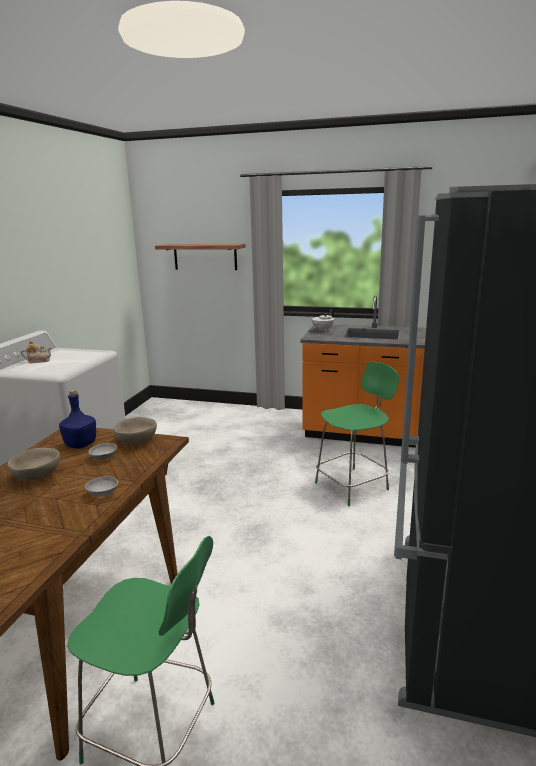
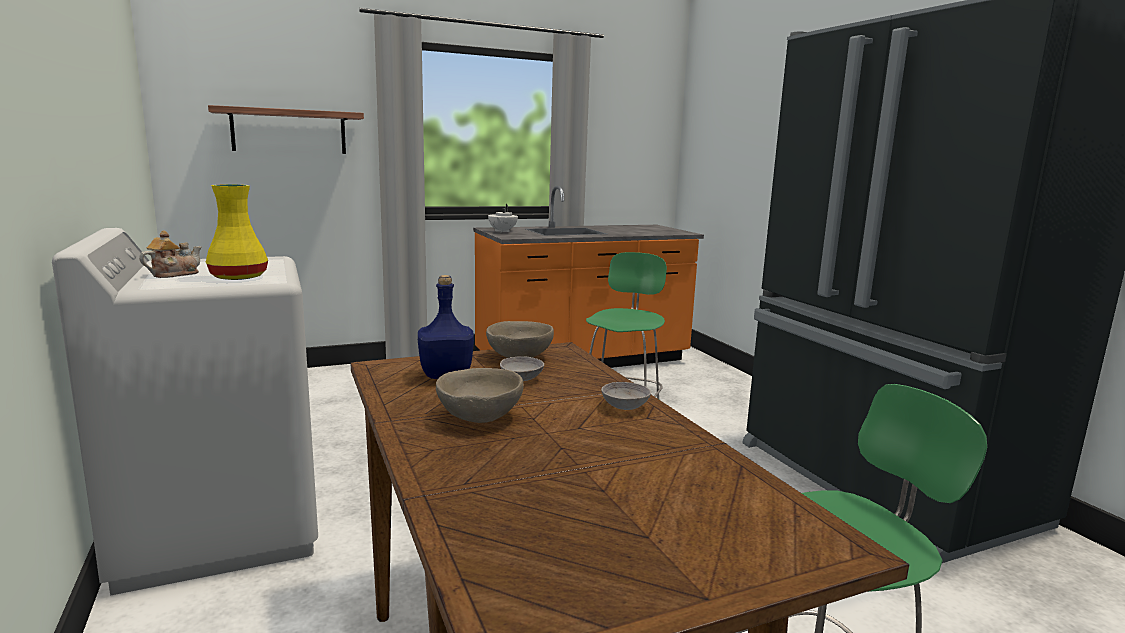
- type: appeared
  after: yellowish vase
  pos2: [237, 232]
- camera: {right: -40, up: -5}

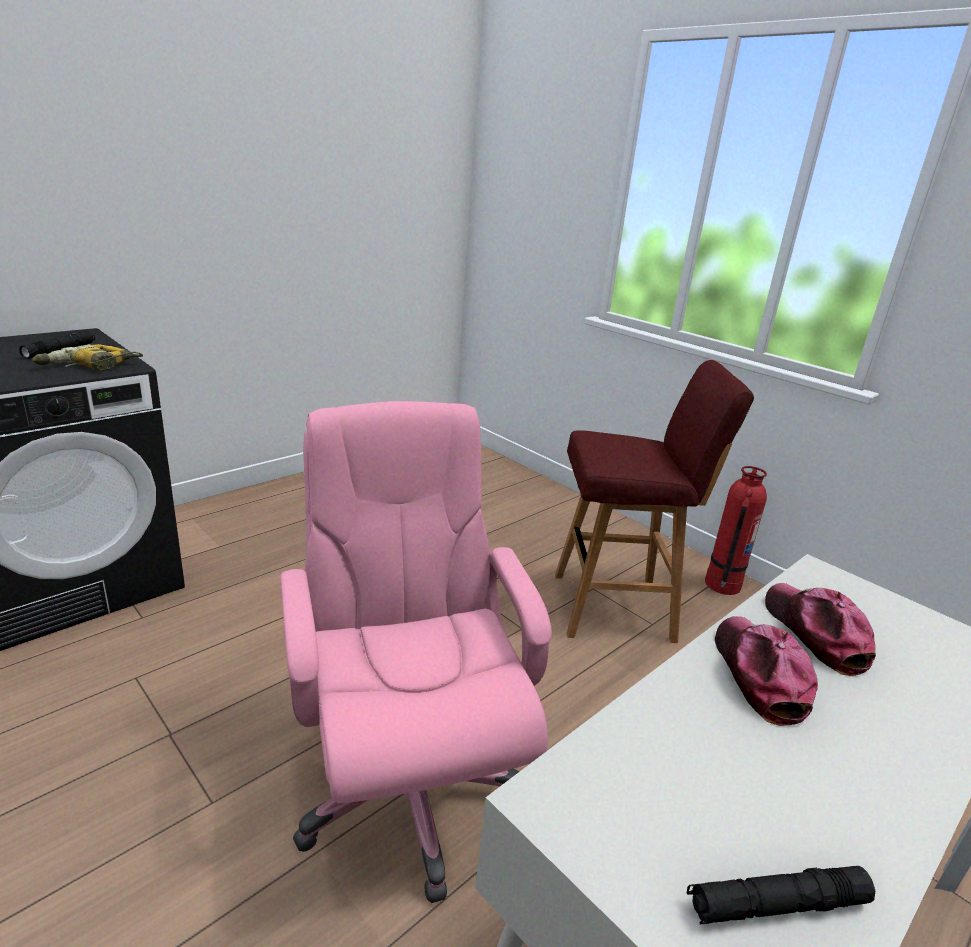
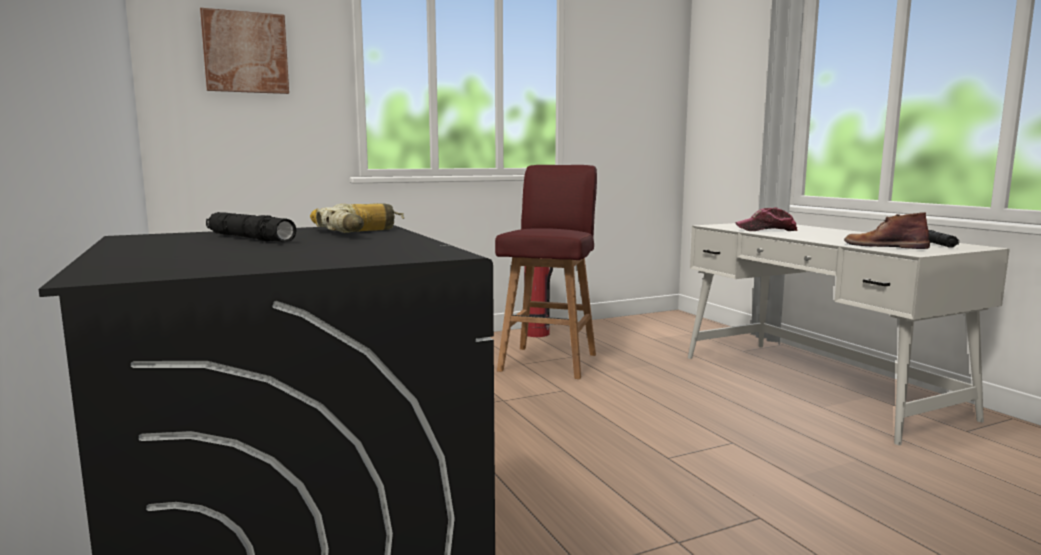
- type: missing
  before: pinkish desk chair
  pos1: [416, 652]
- type: missing
  before: baseball cap
  pos1: [766, 671]
- type: appeared
  after: wall picture
  pos2: [244, 51]
- type: appeared
  after: brownish tall boot
  pos2: [887, 230]
- camera: {right: -70, up: -15}

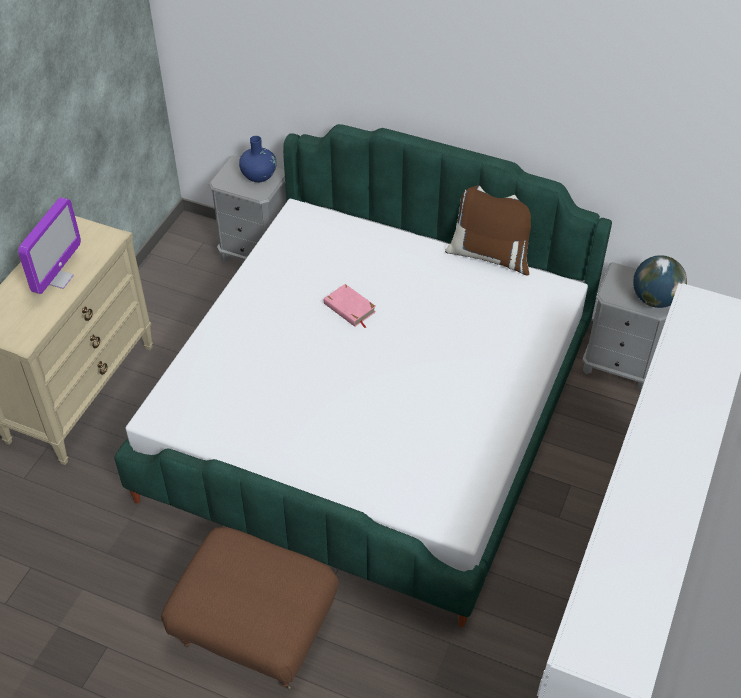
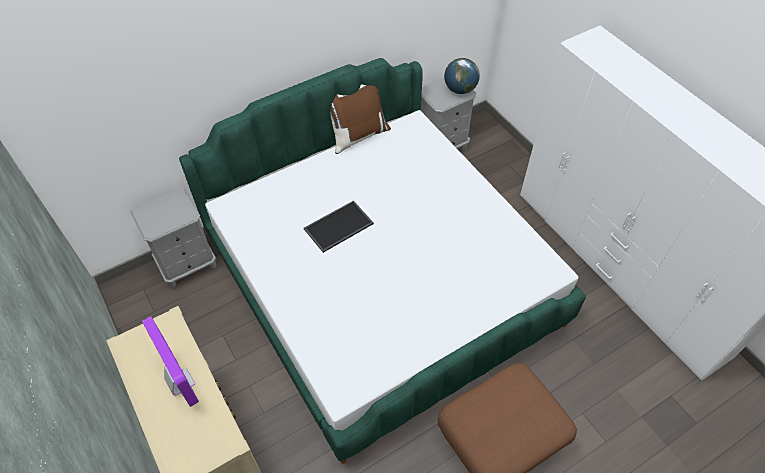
- type: missing
  before: blue vase
  pos1: [258, 159]
- type: exchanged
  before: pinkish volume
  after: serving tray
  pos1: [350, 306]
  pos2: [339, 226]
- camera: {right: -55, up: 5}

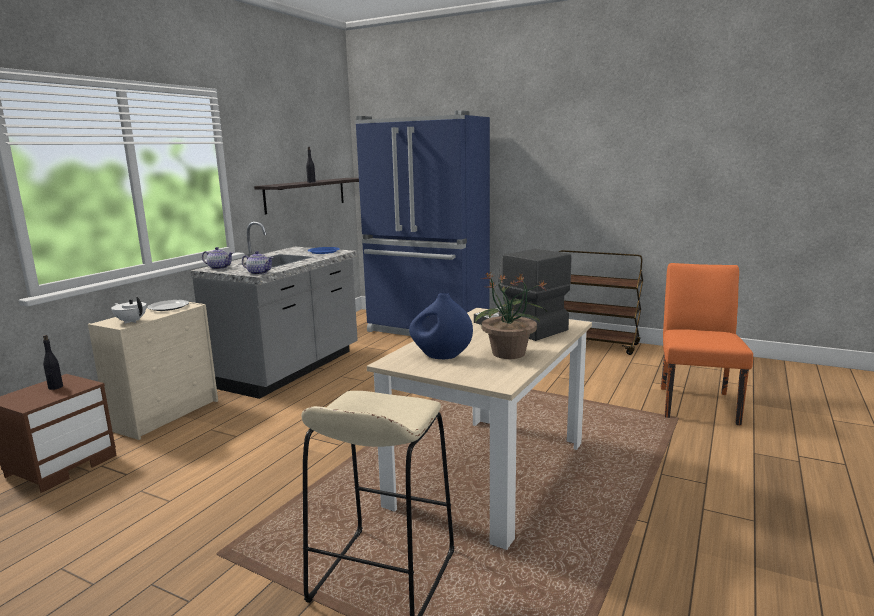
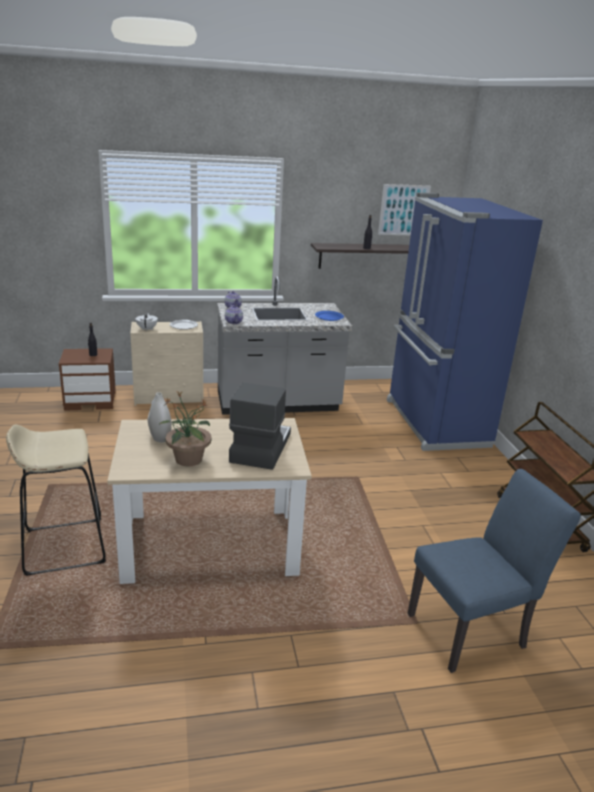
- type: colour
  before: orange-coloured chair
  after: blue chair
  pos1: [707, 344]
  pos2: [494, 571]
- type: colour
  before: blue vase
  after: white-coloured vase
  pos1: [441, 326]
  pos2: [160, 417]
- type: appeared
  after: wall picture
  pos2: [404, 209]
- camera: {right: 50, up: 10}

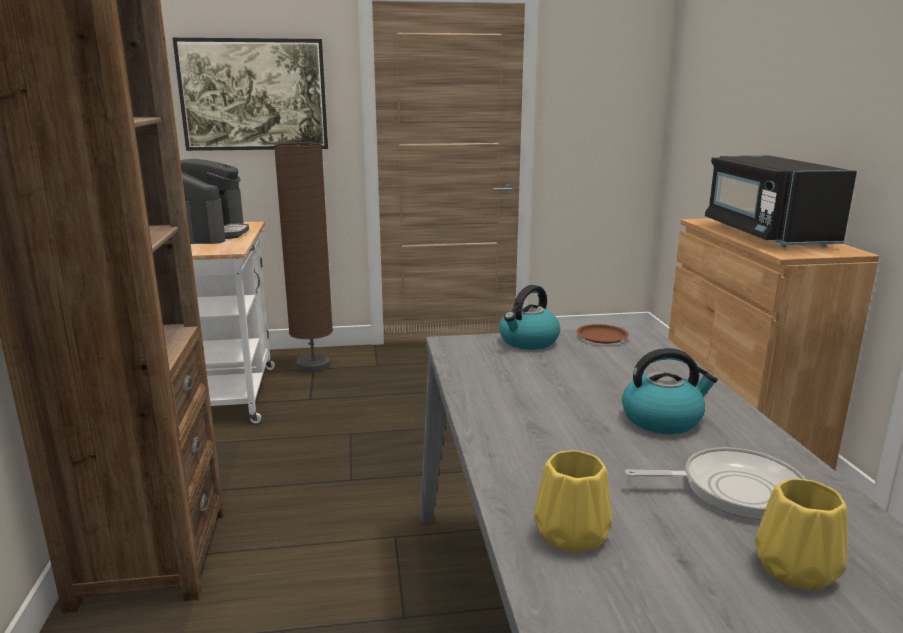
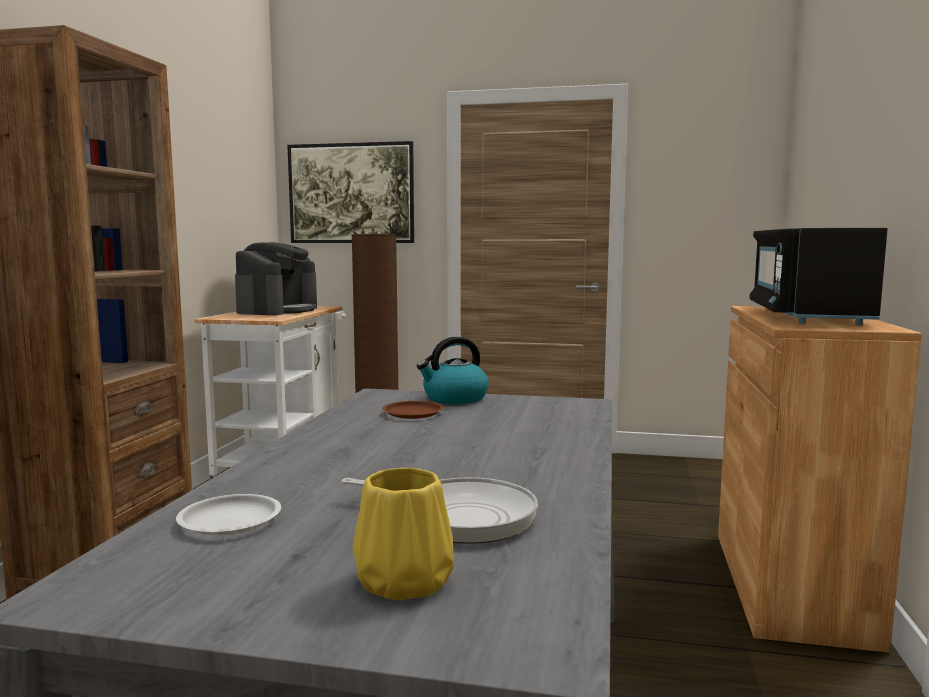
- type: relocated
  before: brownish dinner plate
  pos1: [602, 334]
  pos2: [413, 410]
- type: missing
  before: kettle
  pos1: [670, 391]
- type: exchanged
  before: yellowish vase
  after: white-coloured dinner plate
  pos1: [573, 501]
  pos2: [228, 514]
- camera: {right: 20, up: -10}

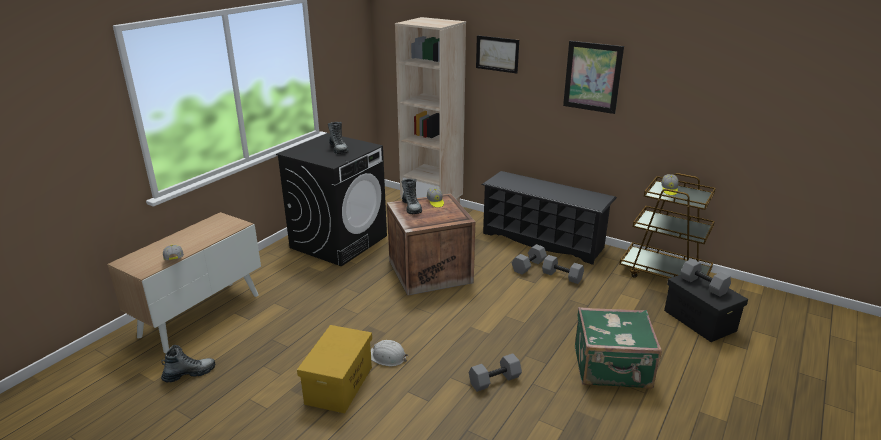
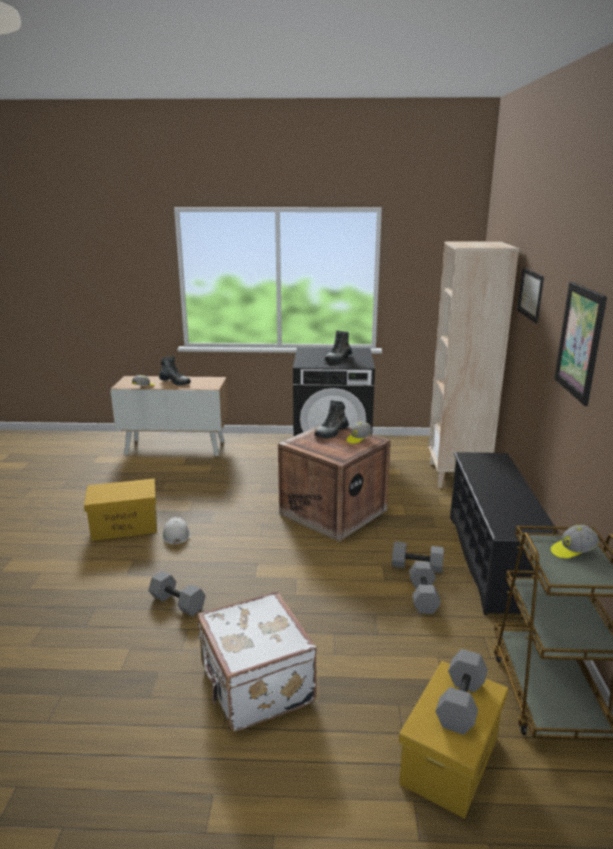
- type: colour
  before: black storage box
  after: yellowish storage box
  pos1: [706, 307]
  pos2: [453, 740]
- type: colour
  before: green-coloured piece of luggage
  after: white-coloured piece of luggage
  pos1: [618, 348]
  pos2: [257, 661]
- type: relocated
  before: tall boot
  pos1: [188, 363]
  pos2: [175, 371]
- camera: {right: 60, up: -5}

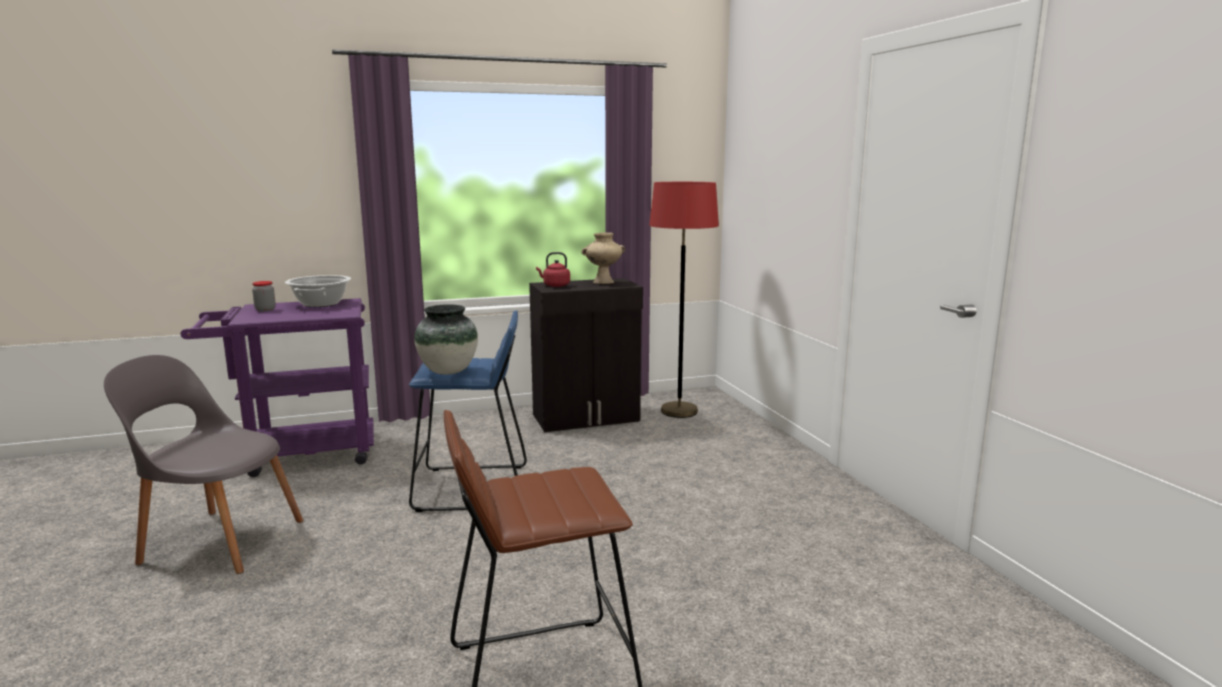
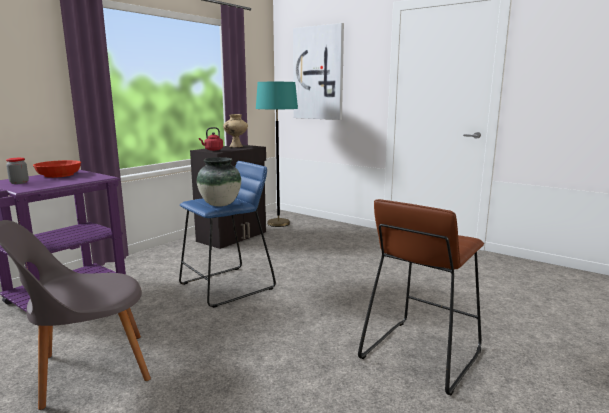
- type: colour
  before: red-coloured standard lamp
  after: turquoise standard lamp
  pos1: [684, 300]
  pos2: [277, 154]
- type: exchanged
  before: cooking pot
  after: red-coloured bowl
  pos1: [318, 291]
  pos2: [57, 169]
- type: appeared
  after: wall picture
  pos2: [318, 71]
- camera: {right: -35, up: 0}

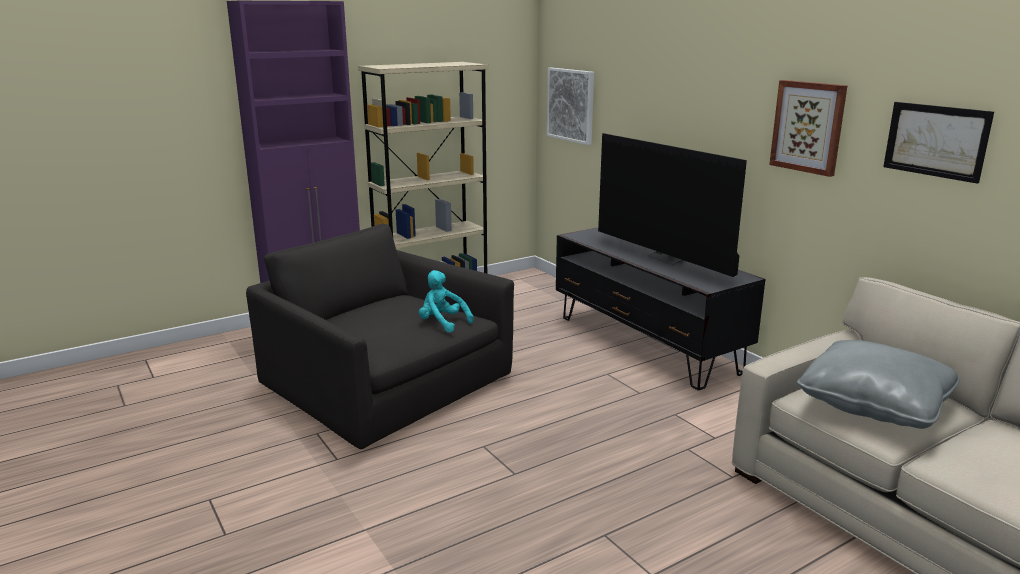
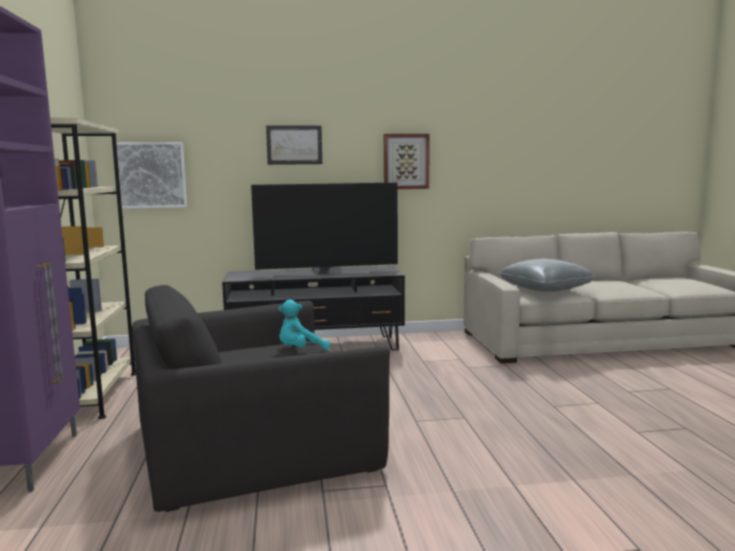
- type: relocated
  before: wall picture
  pos1: [938, 143]
  pos2: [294, 145]
- camera: {right: -65, up: -10}

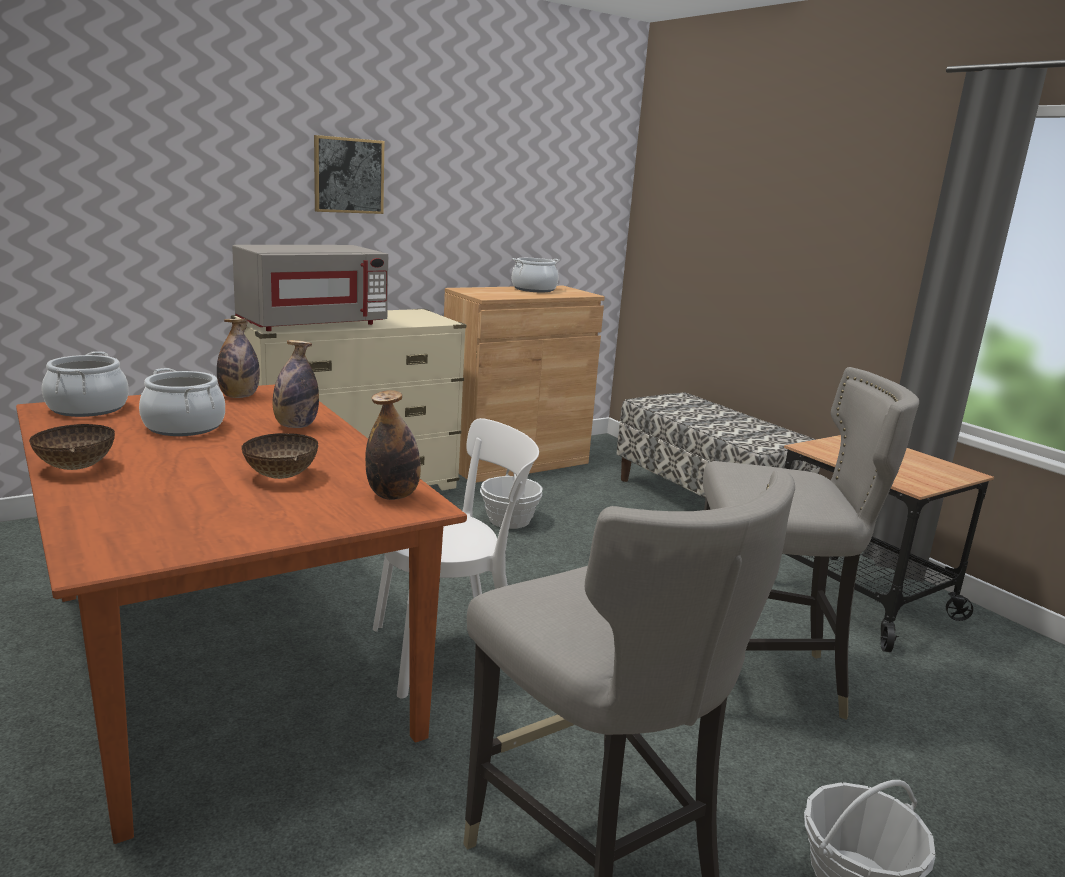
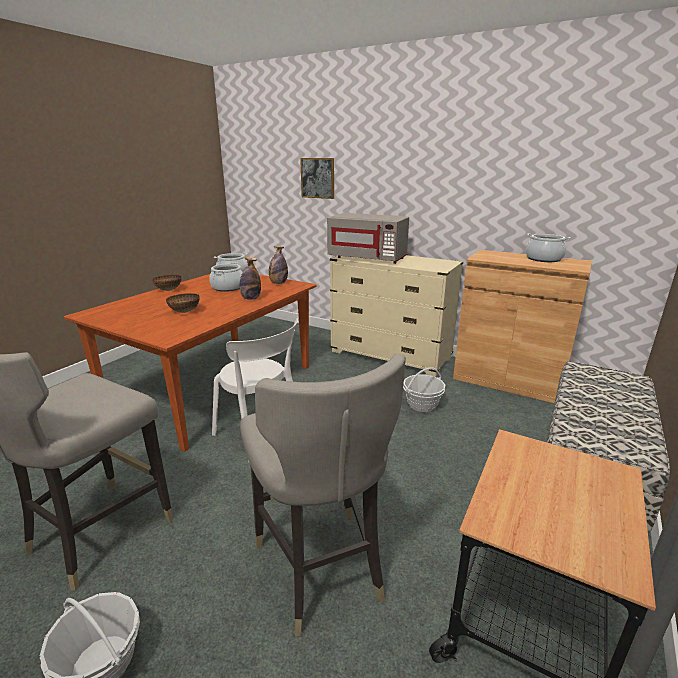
- type: relocated
  before: wall picture
  pos1: [349, 174]
  pos2: [317, 178]
- type: missing
  before: bottle
  pos1: [393, 445]
- camera: {right: 65, up: 5}

